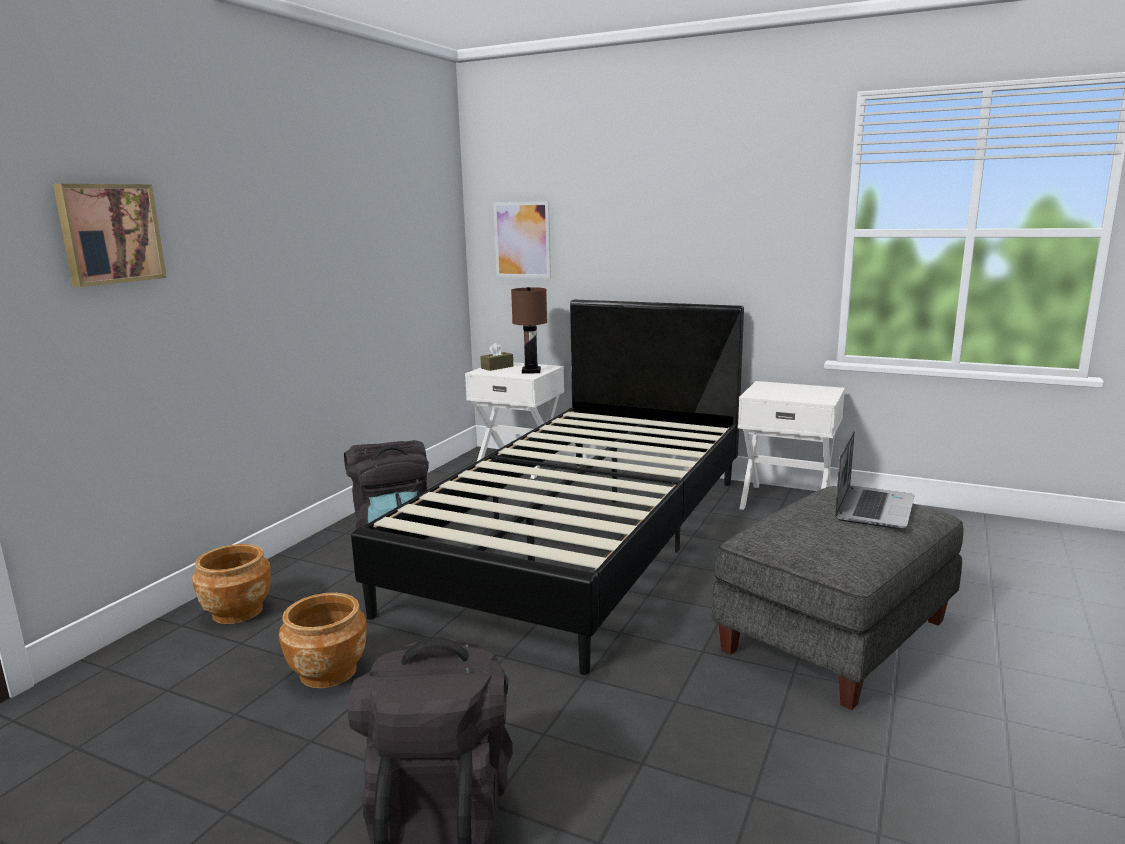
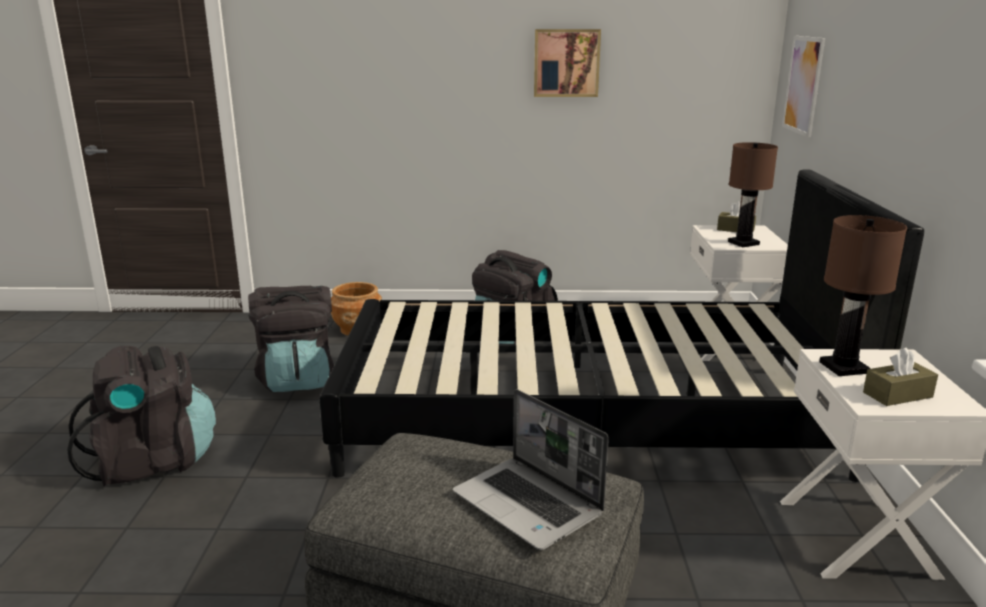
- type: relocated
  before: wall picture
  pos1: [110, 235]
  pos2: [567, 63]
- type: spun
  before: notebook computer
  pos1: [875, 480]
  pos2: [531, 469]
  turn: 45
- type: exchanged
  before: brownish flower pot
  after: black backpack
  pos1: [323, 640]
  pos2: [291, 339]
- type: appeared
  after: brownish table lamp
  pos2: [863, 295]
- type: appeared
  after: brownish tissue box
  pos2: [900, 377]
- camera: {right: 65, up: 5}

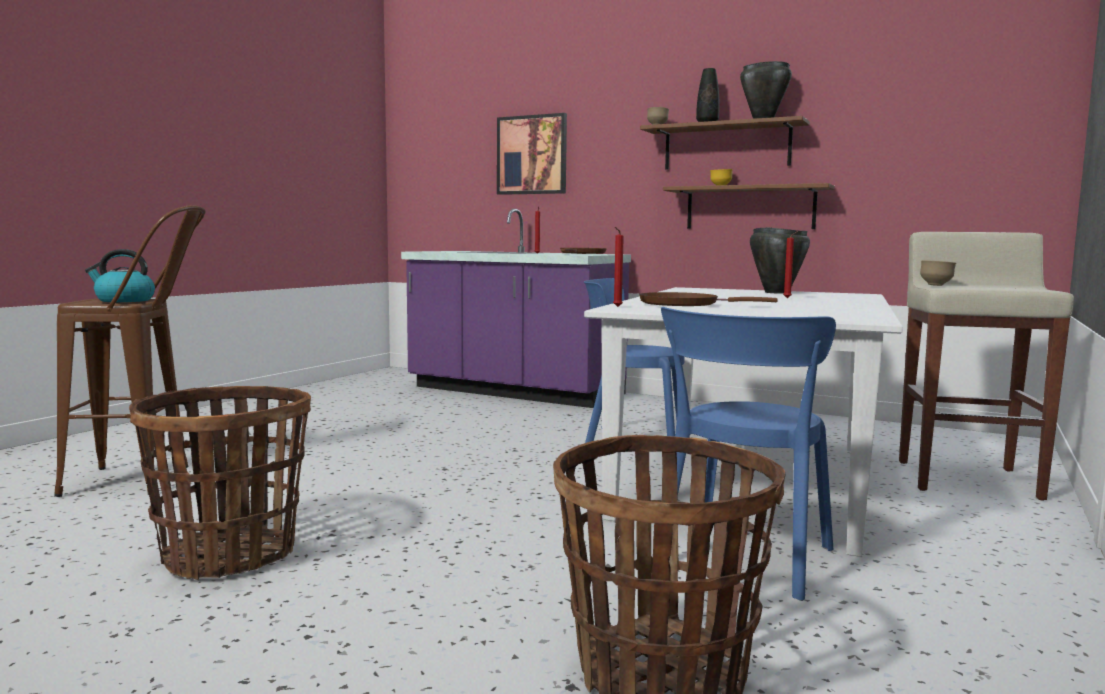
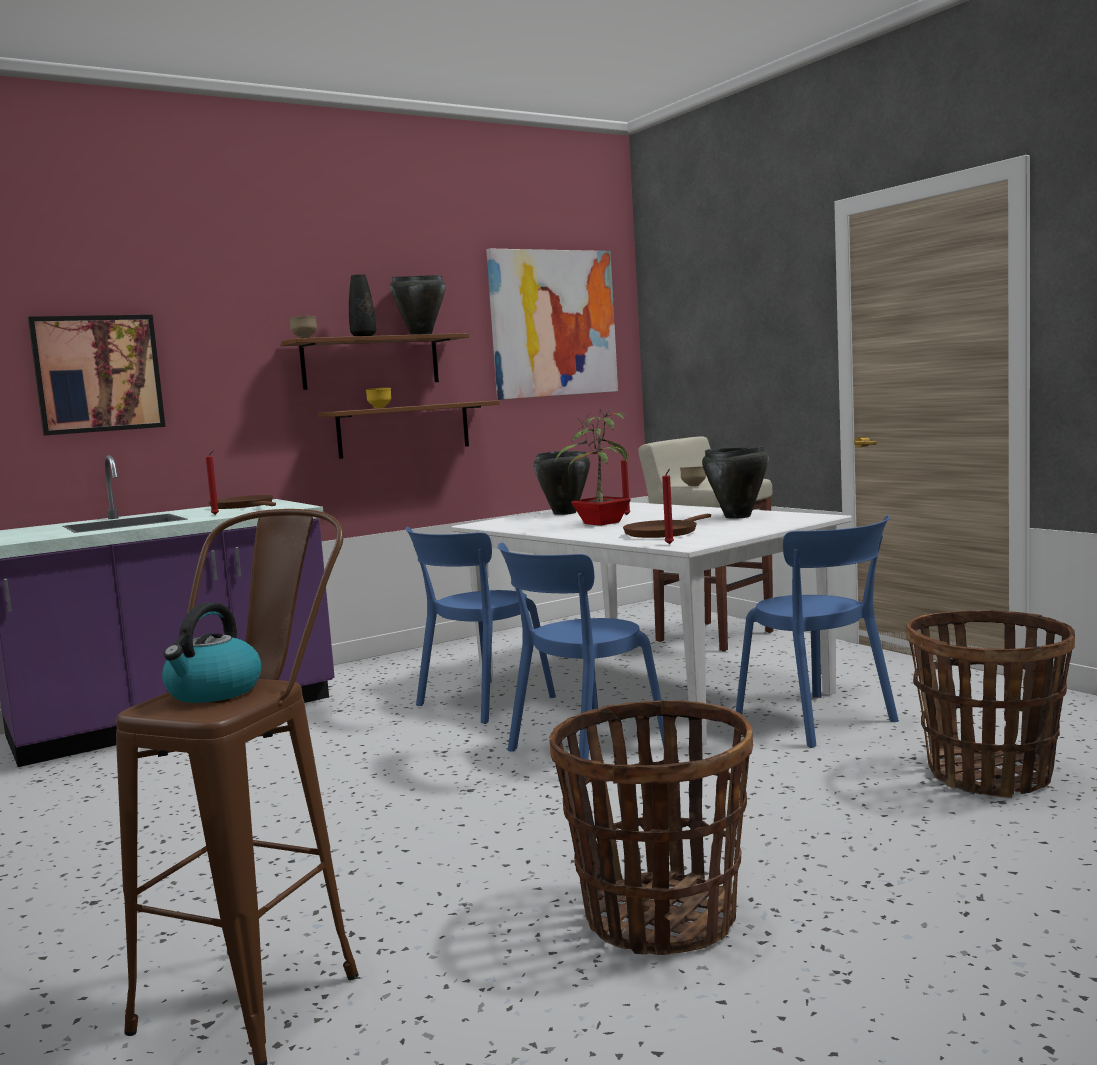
- type: appeared
  after: wall picture
  pos2: [552, 324]
- type: appeared
  after: plant in a pot
  pos2: [593, 467]
- type: appeared
  after: black cooking pot
  pos2: [735, 482]
- type: appeared
  after: blue chair
  pos2: [581, 660]
- camera: {right: -60, up: 0}

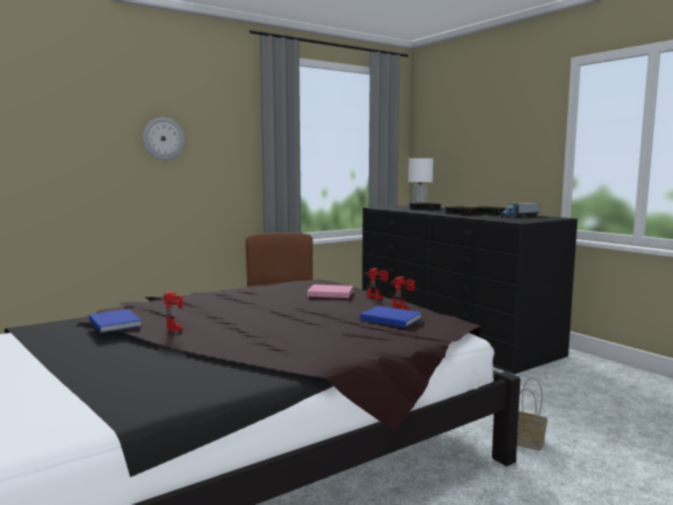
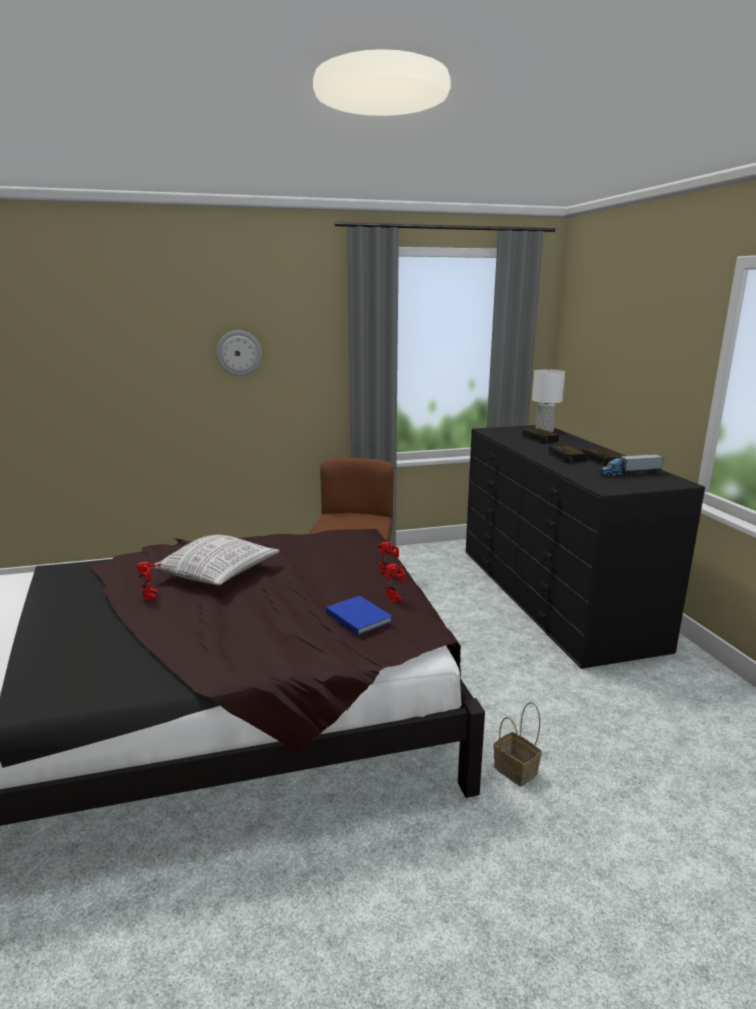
- type: missing
  before: pinkish volume
  pos1: [330, 291]
- type: missing
  before: blue volume
  pos1: [115, 321]
- type: appeared
  after: pillow
  pos2: [215, 560]
- camera: {right: 20, up: 10}

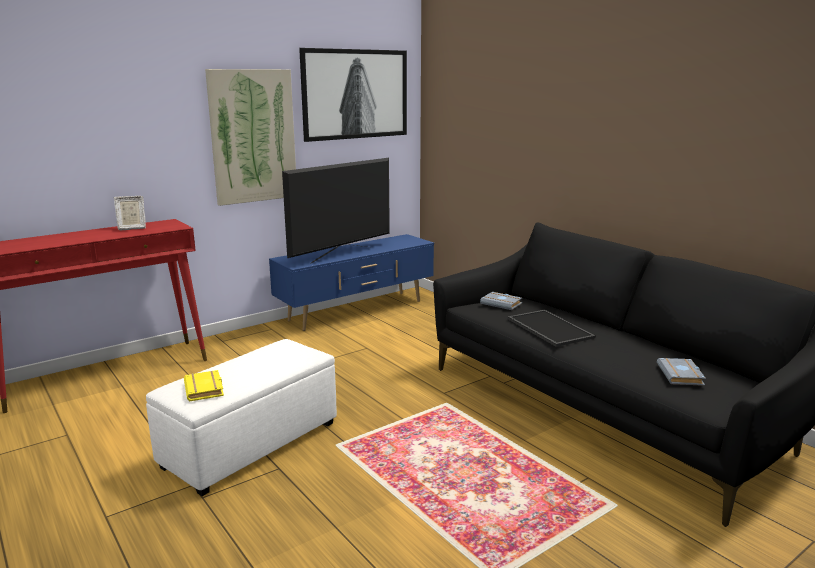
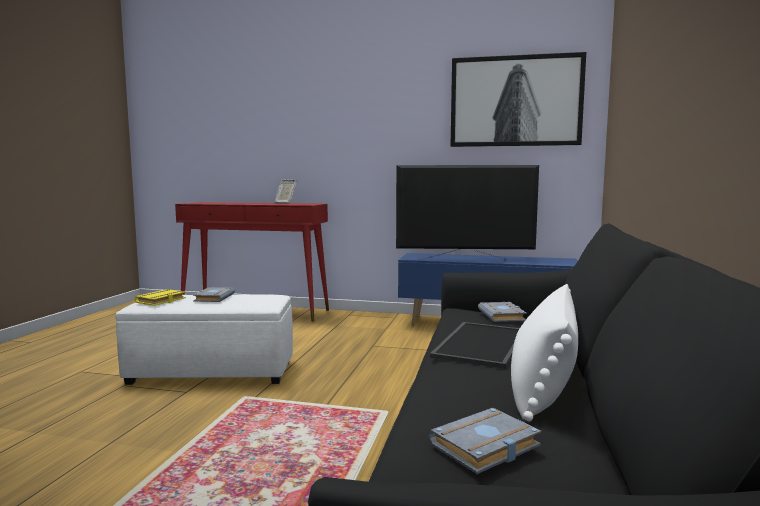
- type: missing
  before: wall picture
  pos1: [250, 137]
- type: appeared
  after: white-coloured pillow
  pos2: [544, 352]
- type: appeared
  after: grey volume
  pos2: [214, 294]
- camera: {right: 50, up: -10}

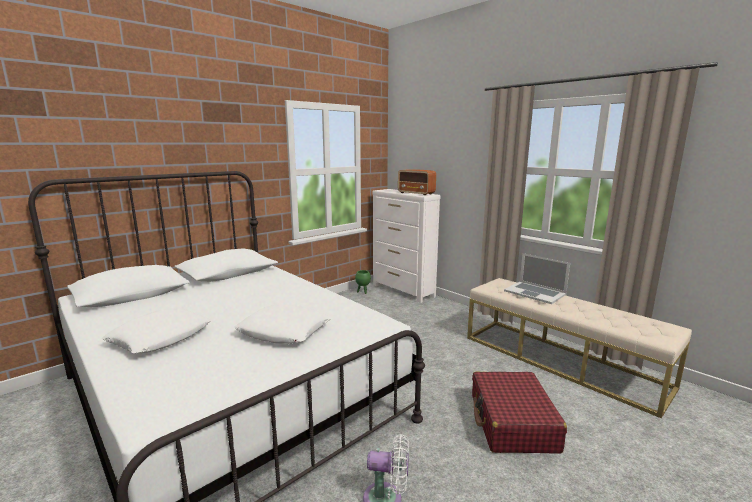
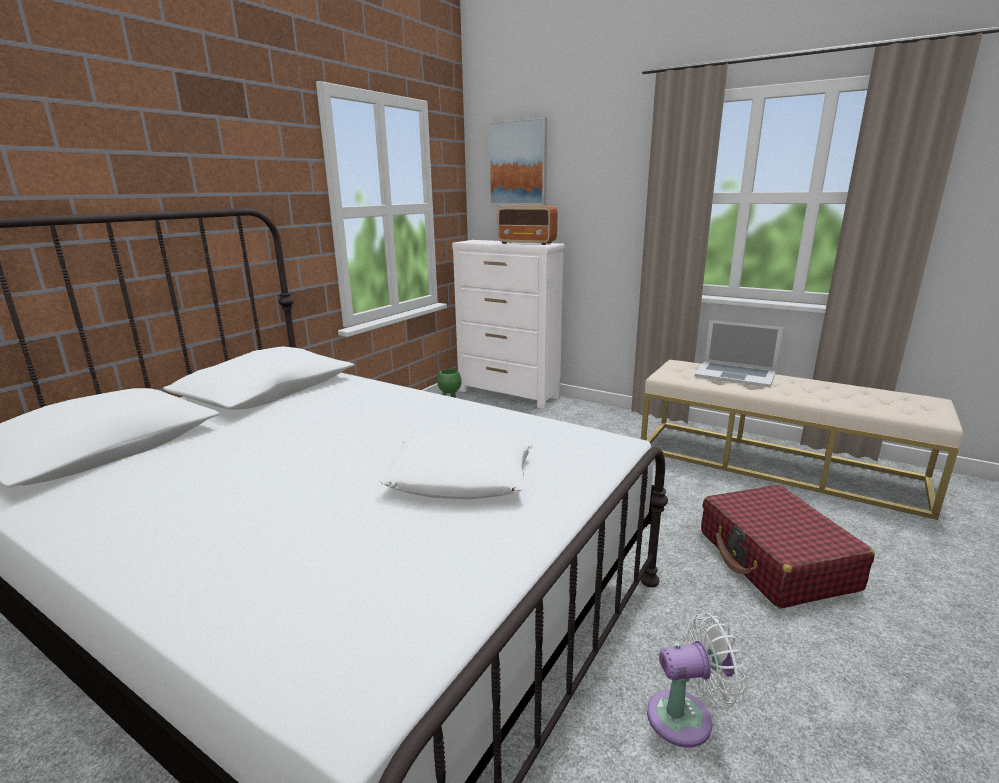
- type: missing
  before: white-coloured pillow
  pos1: [156, 330]
- type: appeared
  after: wall picture
  pos2: [517, 161]
- camera: {right: -15, up: 5}

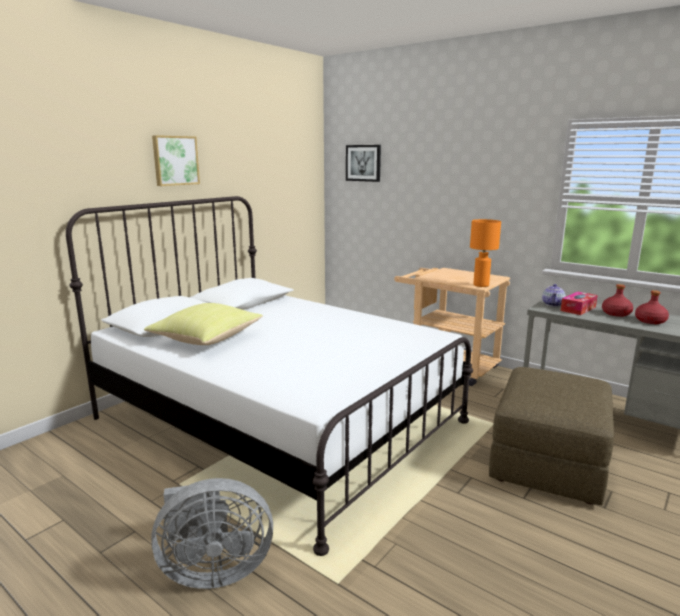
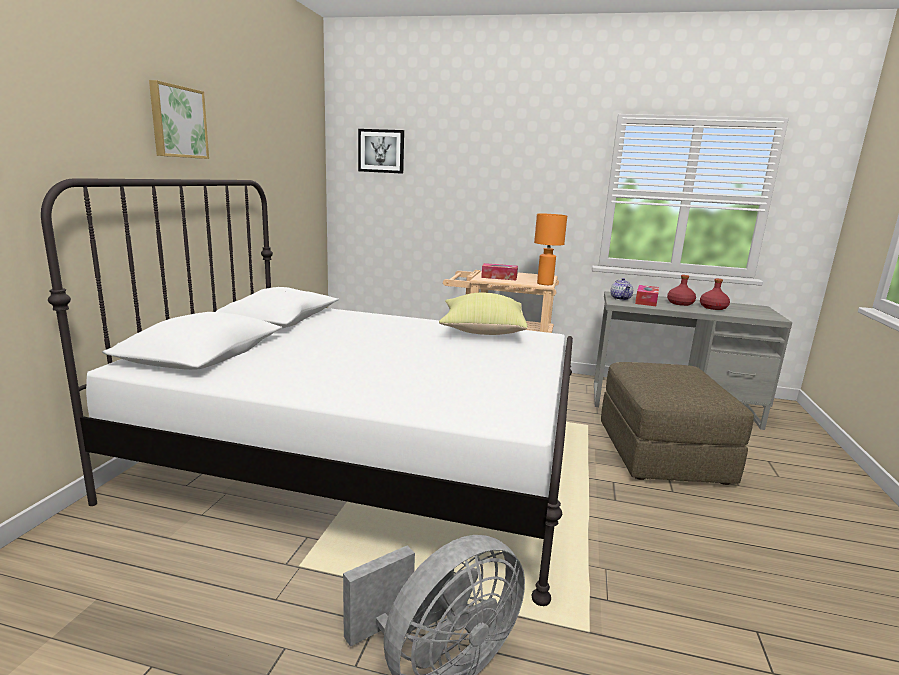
- type: relocated
  before: yellowish pillow
  pos1: [203, 324]
  pos2: [483, 313]
- type: appeared
  after: tissue box
  pos2: [499, 271]
- camera: {right: -25, up: 0}

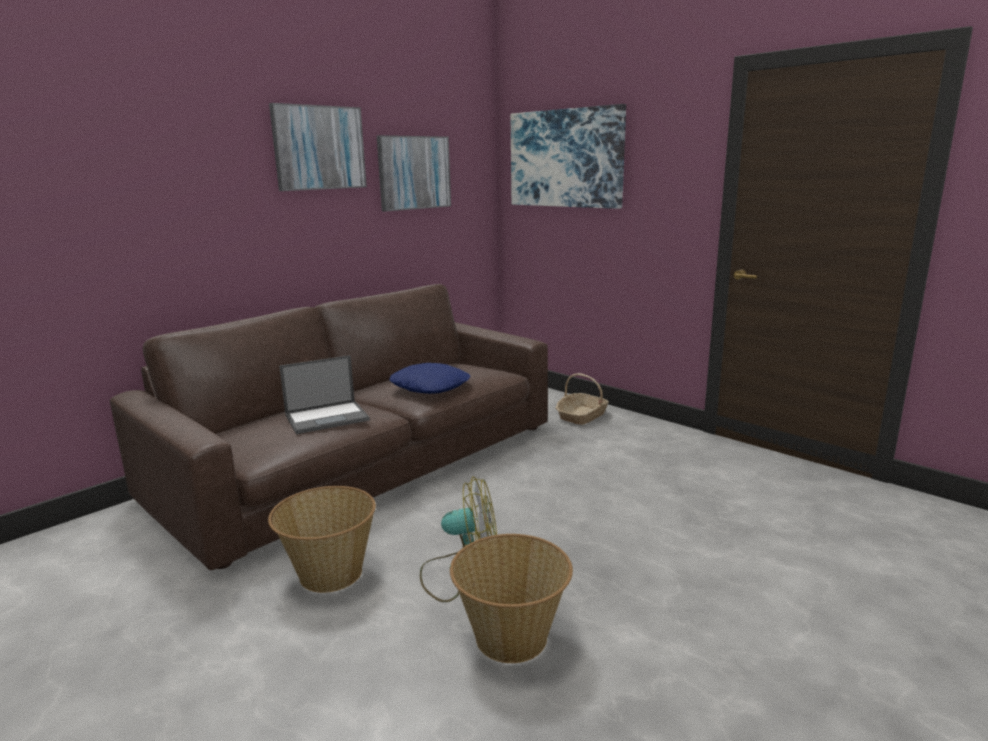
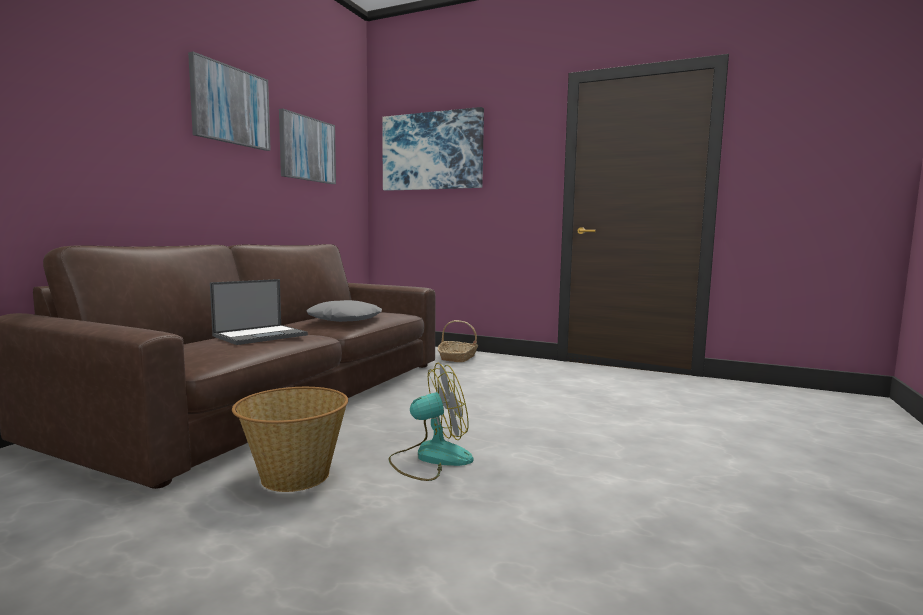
- type: colour
  before: blue pillow
  after: grey pillow
  pos1: [429, 378]
  pos2: [344, 311]
- type: missing
  before: basket
  pos1: [511, 598]
- camera: {right: -20, up: -10}

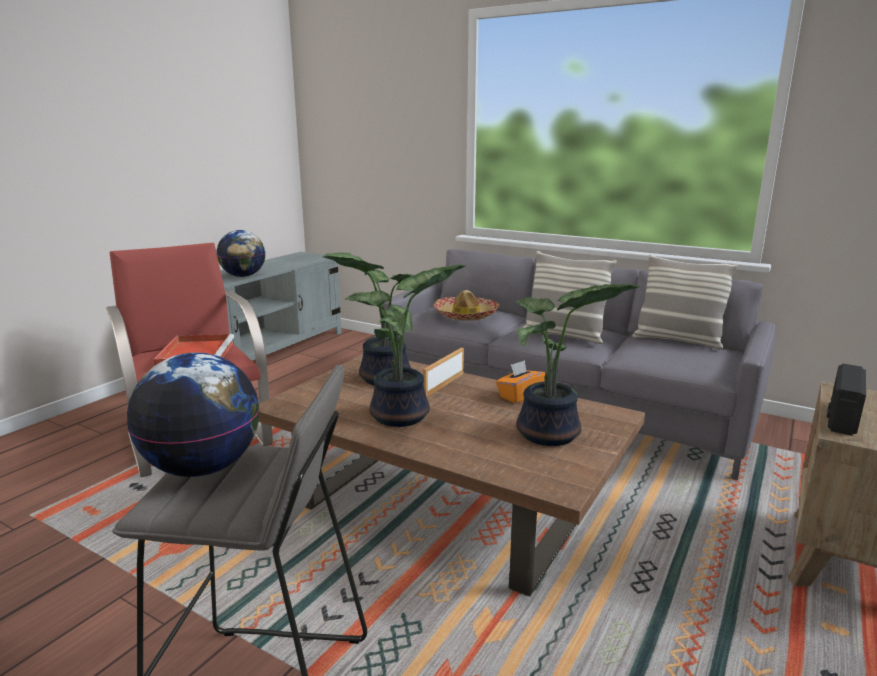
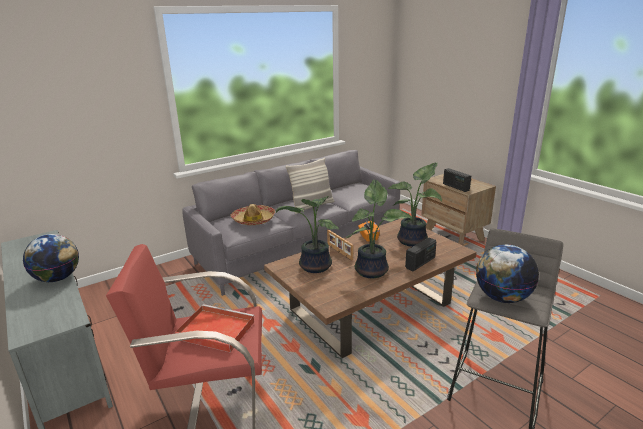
- type: missing
  before: pillow
  pos1: [685, 301]
- type: appeared
  after: radio receiver
  pos2: [420, 254]
- camera: {right: -65, up: 5}

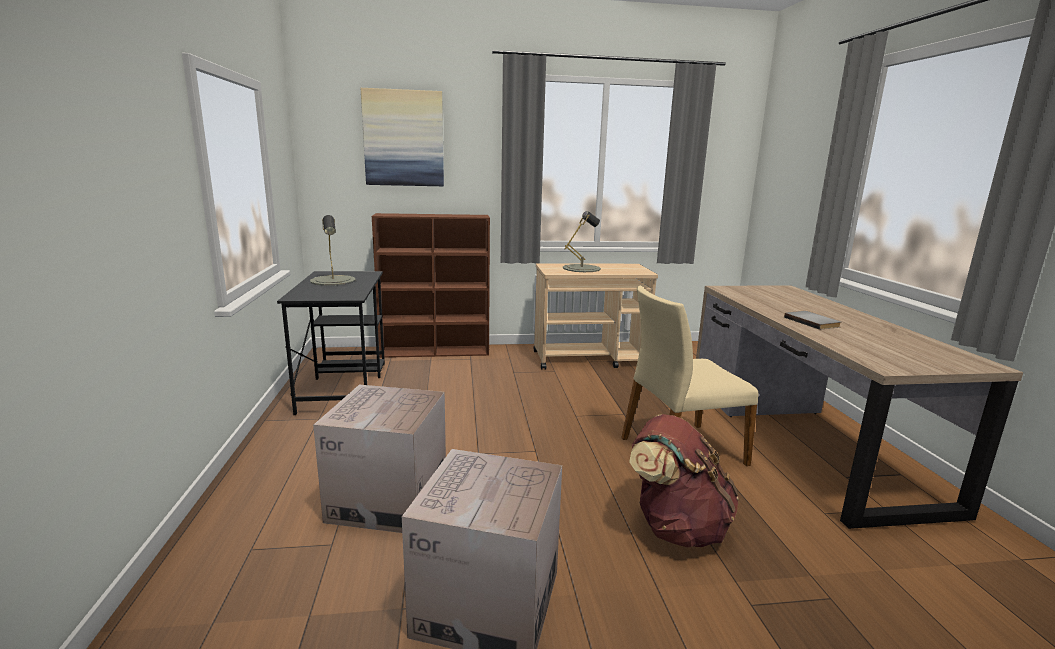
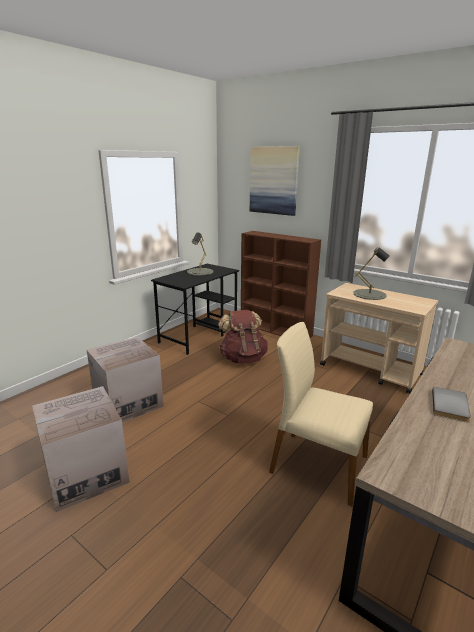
- type: relocated
  before: brownish backpack
  pos1: [684, 481]
  pos2: [243, 337]
- camera: {right: 45, up: 5}

